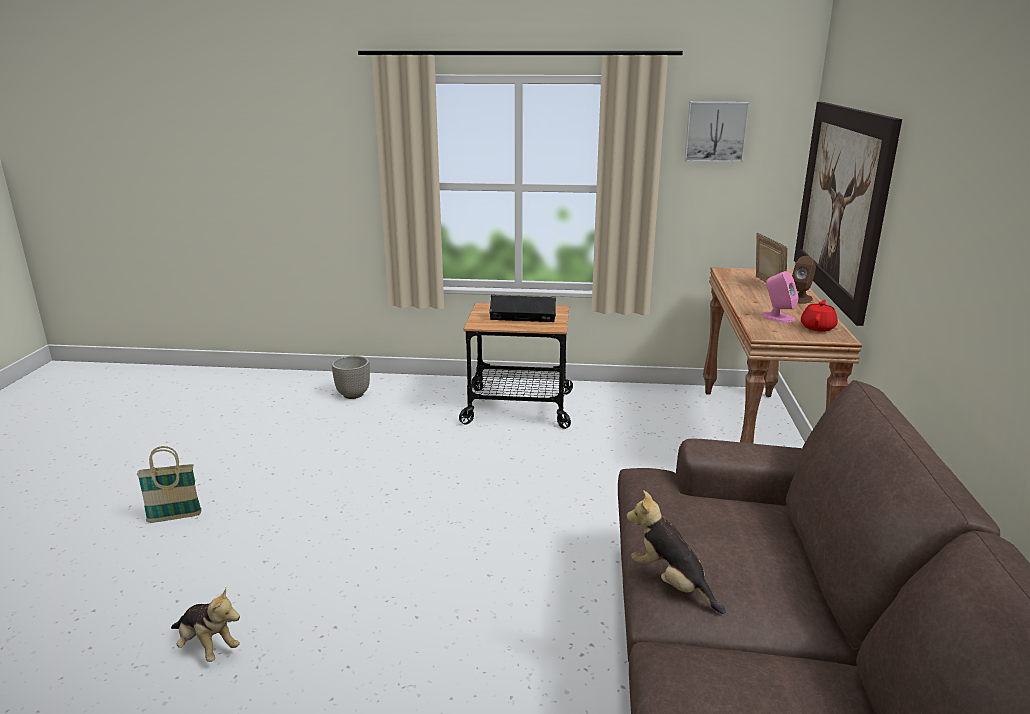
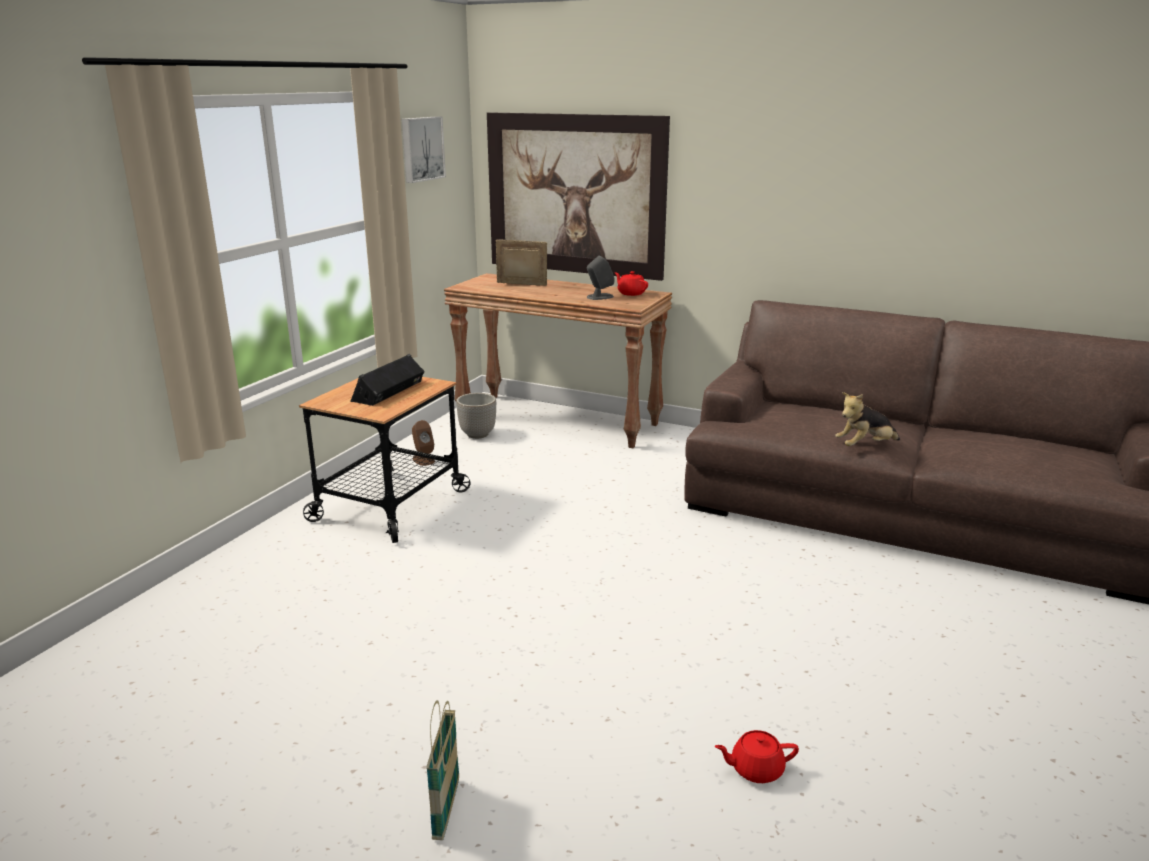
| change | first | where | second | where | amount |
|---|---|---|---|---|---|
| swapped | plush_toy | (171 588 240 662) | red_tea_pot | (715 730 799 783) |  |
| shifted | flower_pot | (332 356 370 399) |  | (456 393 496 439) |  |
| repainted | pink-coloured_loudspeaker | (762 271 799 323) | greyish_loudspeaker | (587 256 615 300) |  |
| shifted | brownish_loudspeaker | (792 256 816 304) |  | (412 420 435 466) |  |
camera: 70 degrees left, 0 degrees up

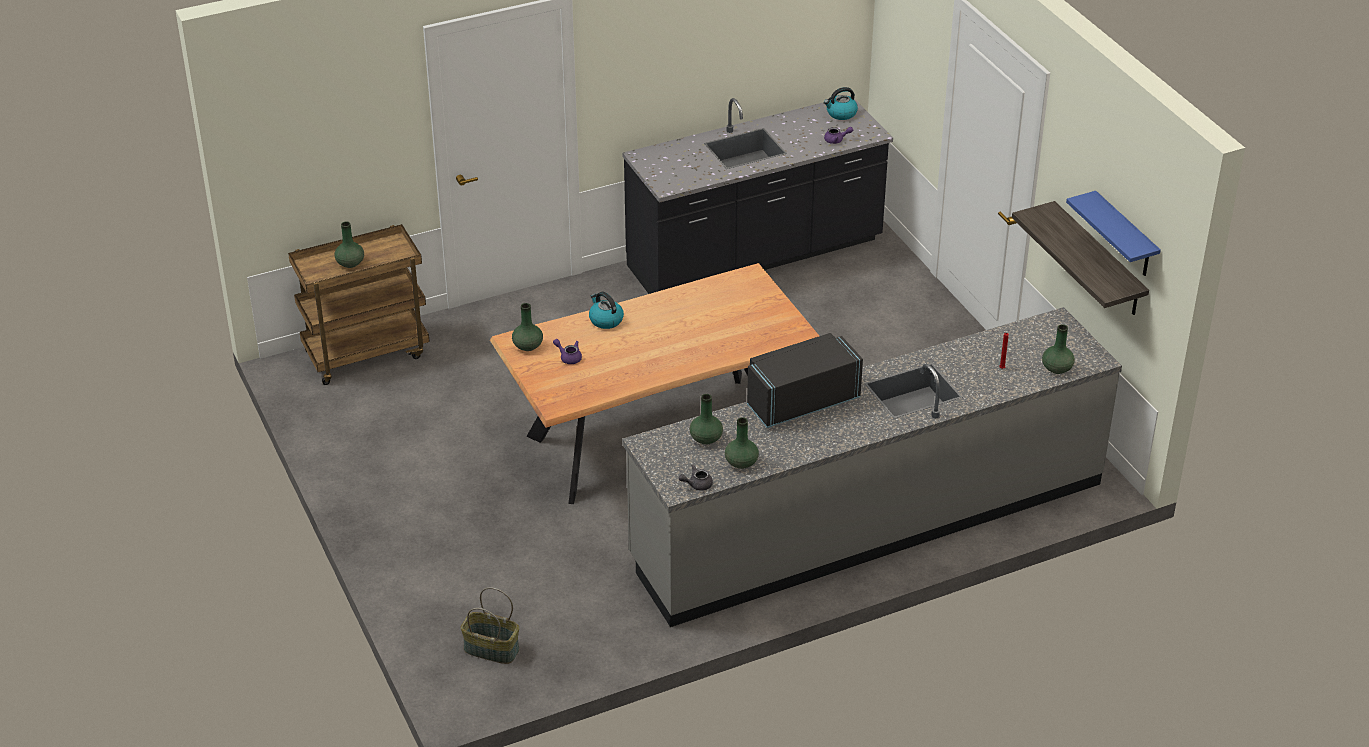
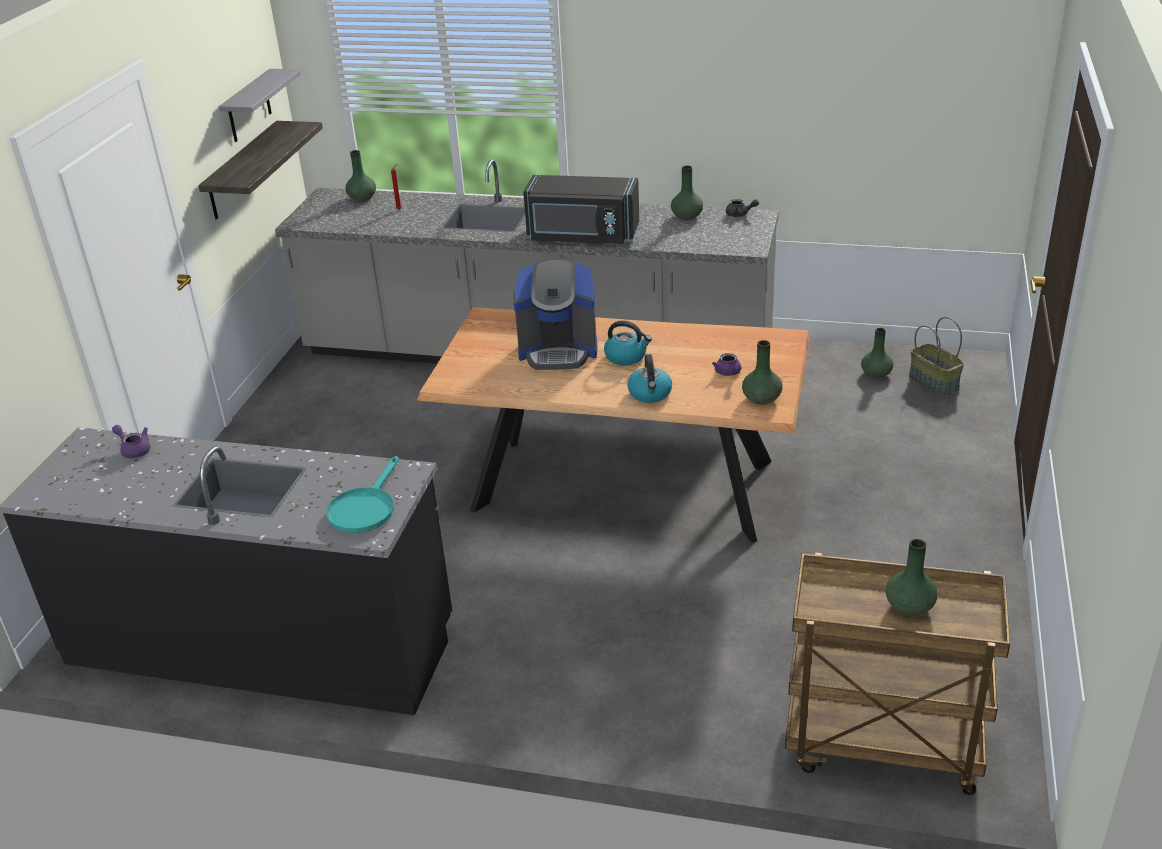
| change | first | where | second | where | amount |
|---|---|---|---|---|---|
| shifted | green-coloured_decorative_vase | (689 394 723 445) |  | (861 328 893 379) |  |
| shifted | kettle | (824 87 858 120) |  | (604 321 652 365) |  |
| repainted | bluish_bracket_shelf | (1066 191 1161 276) | greyish_bracket_shelf | (219 69 301 142) |  |
| new |  |  | turquoise_frying_pan | (326 456 399 533) |  |
| new |  |  | coffee_brewer | (513 258 597 370) |  |
camera: 140 degrees left, 5 degrees down

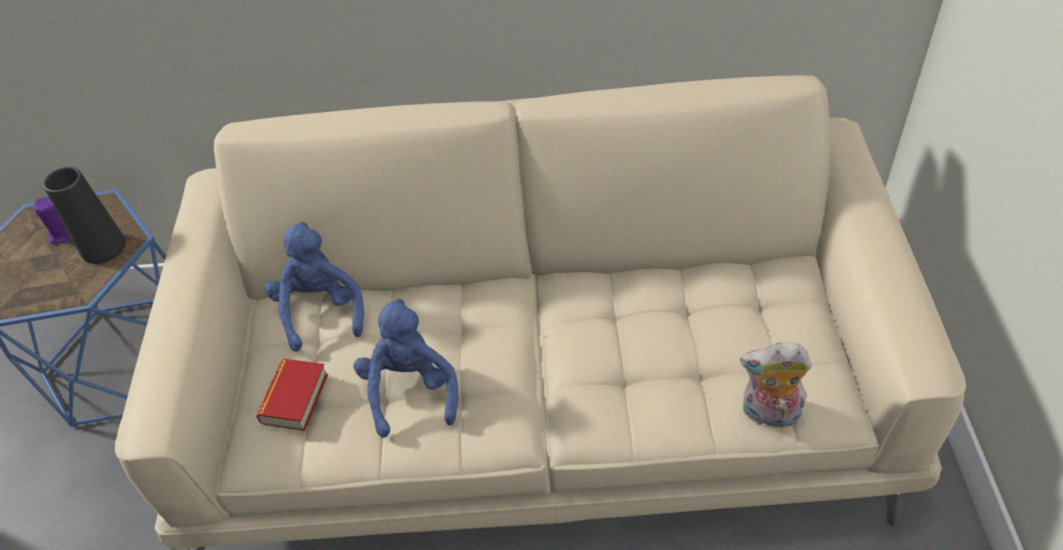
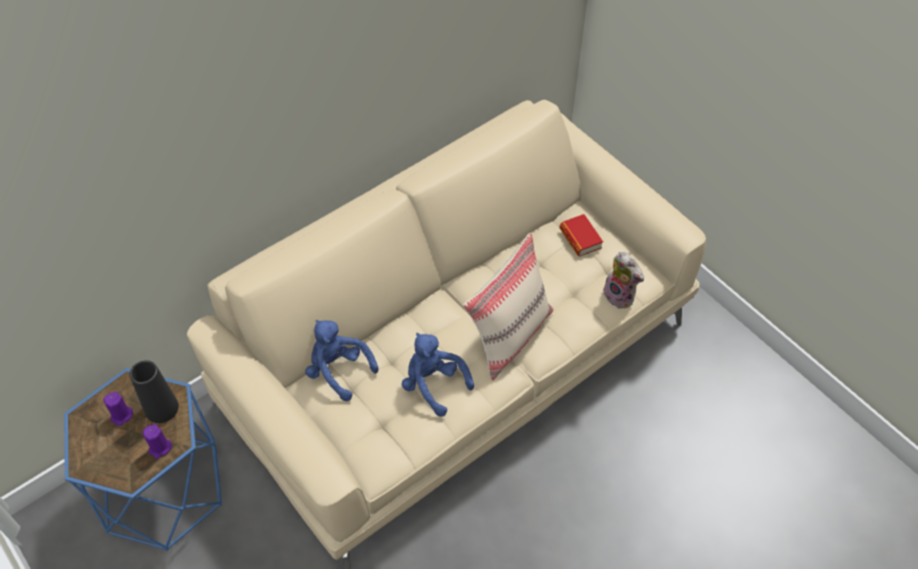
| change | first | where | second | where | amount |
|---|---|---|---|---|---|
| shifted | bound_book | (256 359 328 431) |  | (560 214 603 256) |  |
| rotated | plush_toy | (740 342 812 433) |  | (603 252 644 309) | 105 degrees counterclockwise |
| new |  |  | purple-coloured_candle | (143 424 172 459) |  |
| new |  |  | sand-coloured_throw_pillow | (463 233 553 380) |  |
camera: 40 degrees left, 5 degrees up

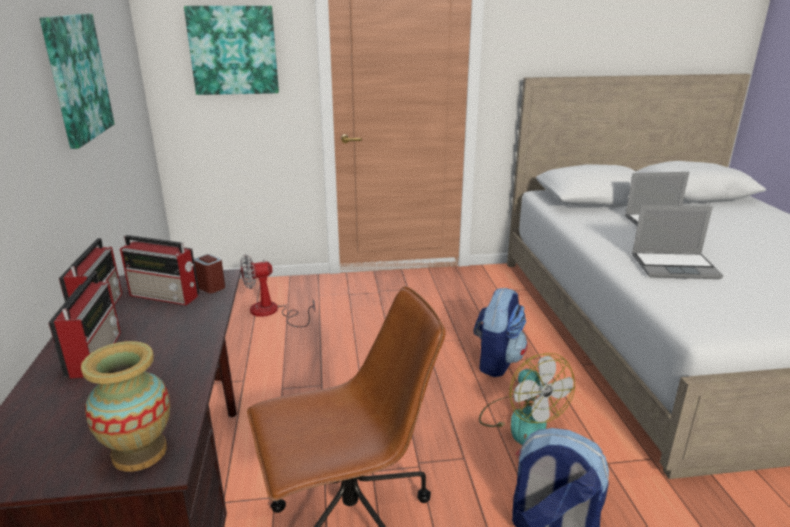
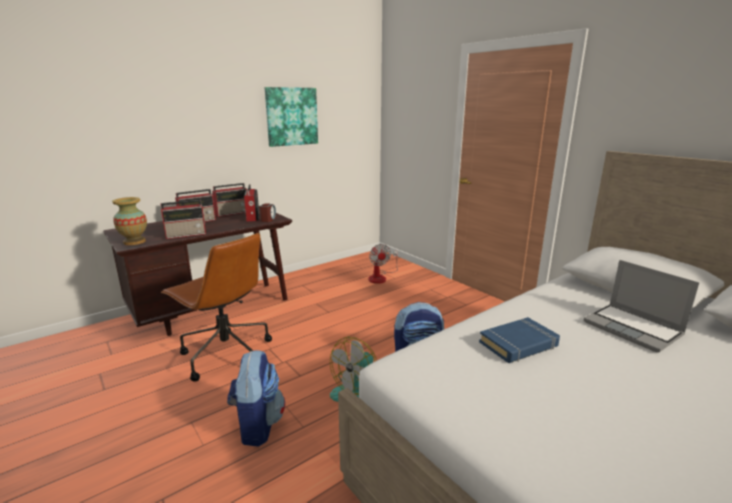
| change | first | where | second | where | amount |
|---|---|---|---|---|---|
| gone | wall_art | (184 6 279 95) |  |  |  |
| rotated | fan | (241 254 315 327) |  | (368 244 398 284) | 150 degrees counterclockwise |
| swapped | laptop | (632 205 723 279) | bluish_bound_book | (479 317 560 363) |  |
| new |  |  | radio_receiver | (160 200 206 239) |  |
camera: 60 degrees right, 5 degrees down

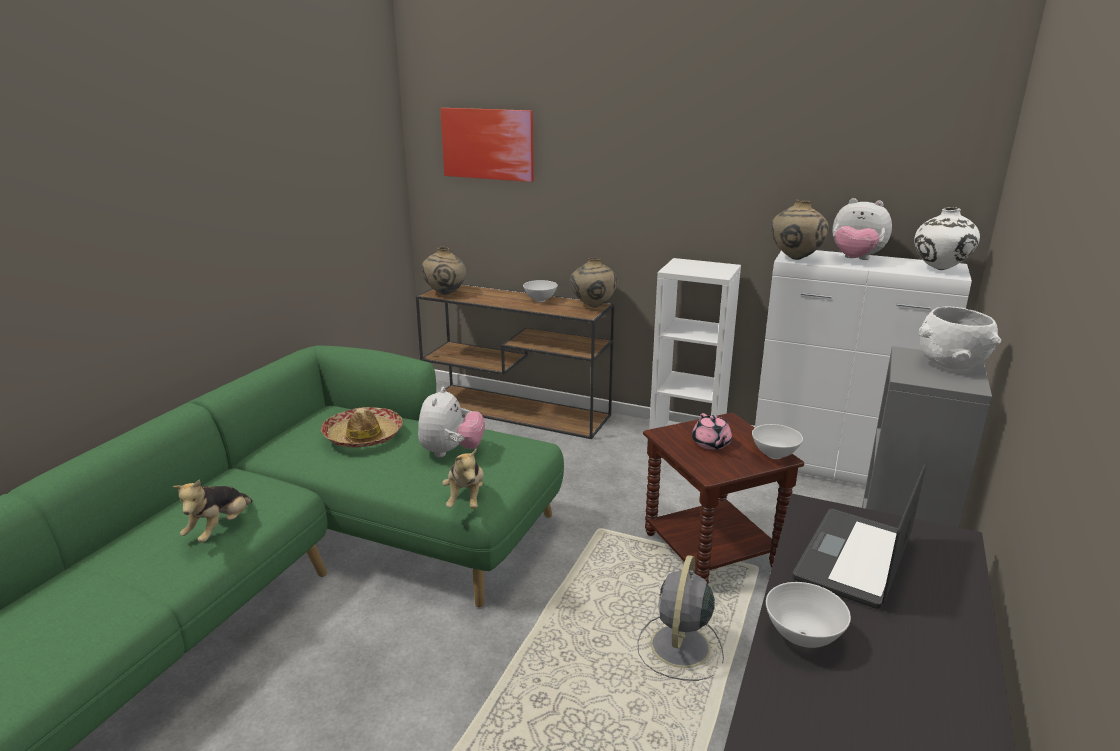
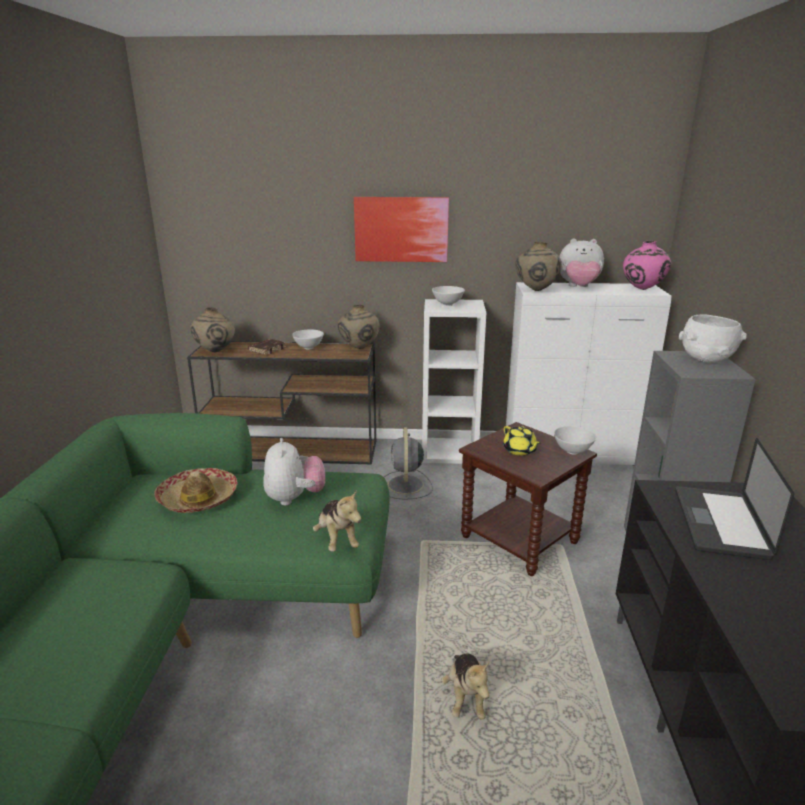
| change | first | where | second | where | amount |
|---|---|---|---|---|---|
| shifted | plush_toy | (173 480 253 543) |  | (442 653 489 720) |  |
| shifted | wall_art | (440 108 534 182) |  | (354 197 449 262) |  |
| shifted | greyish_fan | (637 555 724 681) |  | (384 427 433 500) |  |
| repainted | pink-coloured_tea_pot | (692 413 732 450) | yellow-coloured_tea_pot | (503 426 541 456) |  |
| shifted | white-coloured_serving_bowl | (766 582 851 648) |  | (432 286 465 306) |  |
| repainted | white-coloured_decorative_vase | (914 207 980 270) | pink-coloured_decorative_vase | (623 241 671 290) |  |
| new |  |  | brownish_bound_book | (248 339 287 355) |  |
camera: 20 degrees left, 0 degrees up

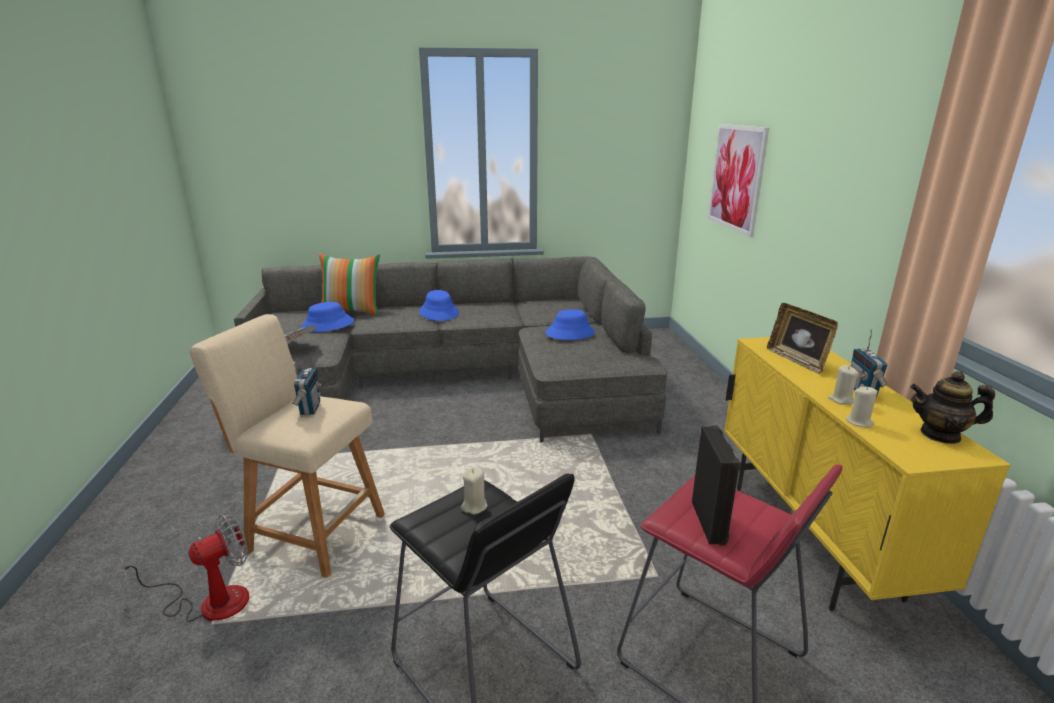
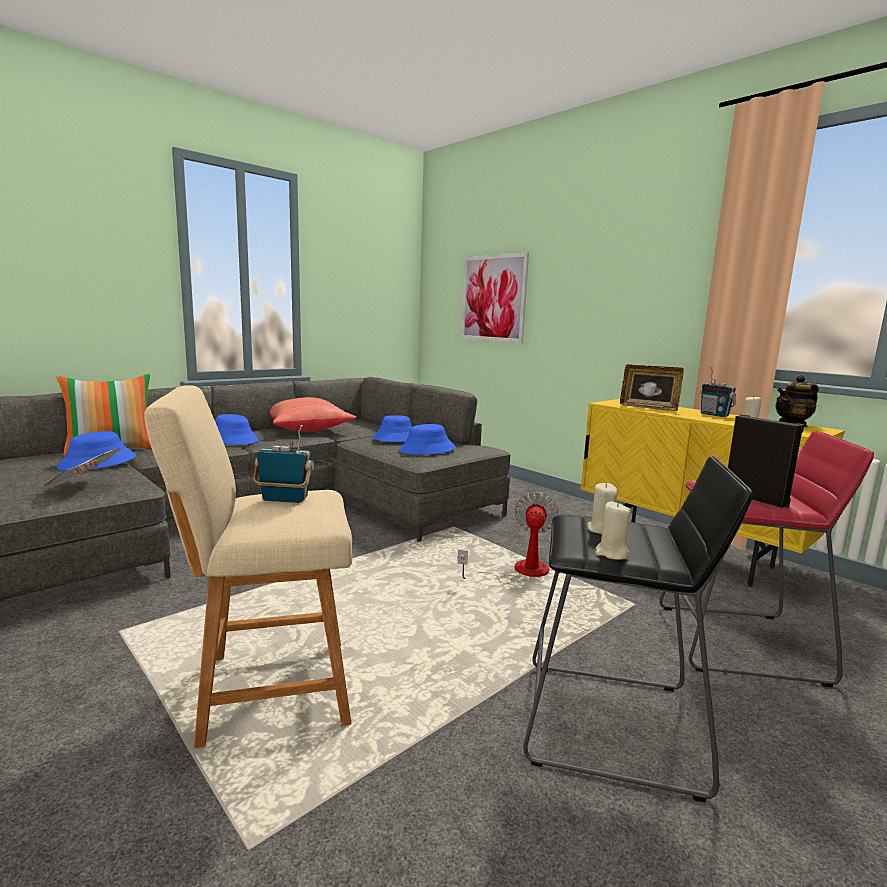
| change | first | where | second | where | amount |
|---|---|---|---|---|---|
| shifted | fan | (120 513 249 622) |  | (458 492 559 584) |  |
| rotated | radio_receiver | (292 362 321 415) |  | (253 425 314 503) | 45 degrees counterclockwise |
| shifted | sand-coloured_candle | (828 365 859 405) |  | (595 501 631 560) |  |
| new |  |  | red_throw_pillow | (270 397 357 432) |  |
| new |  |  | bluish_clothing_hat | (399 424 456 455) |  |
camera: 35 degrees left, 10 degrees down

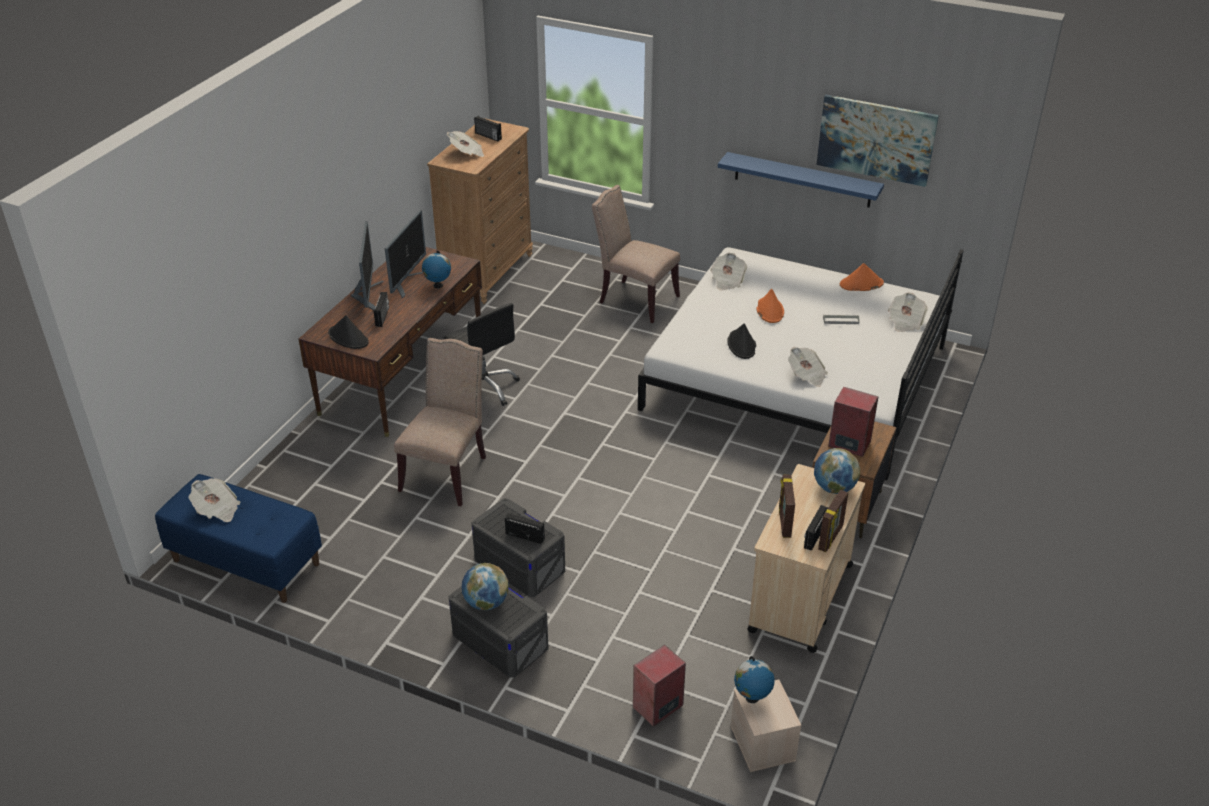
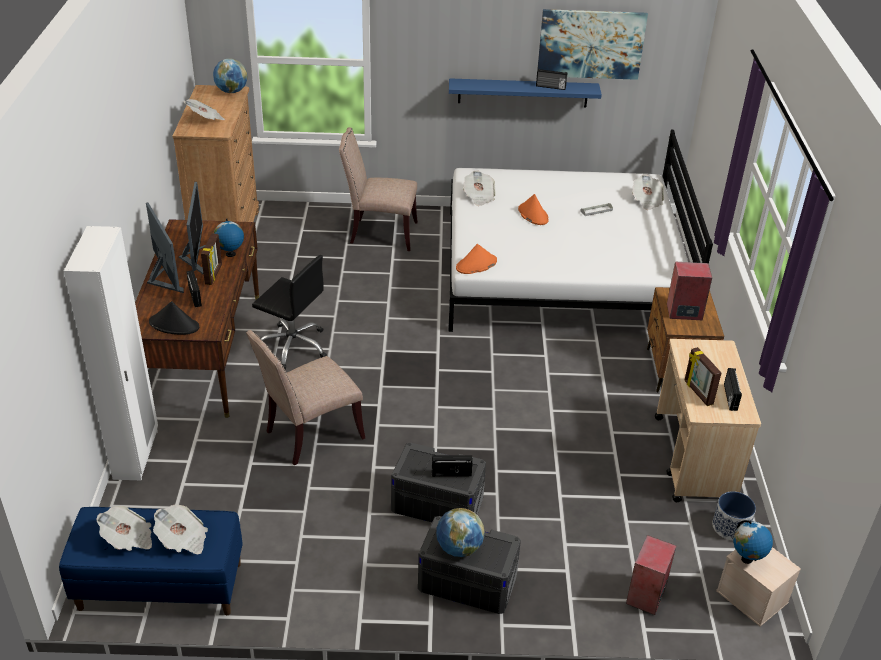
| change | first | where | second | where | amount |
|---|---|---|---|---|---|
| rotated | sand-coloured_upright_chair | (394 338 486 506) |  | (246 330 365 465) | 120 degrees counterclockwise |
| shifted | radio_receiver | (474 116 502 141) |  | (536 69 567 90) |  |
| gone | black-coloured_clothing_hat | (727 323 756 359) |  |  |  |
| shifted | printed_paper | (788 347 828 387) |  | (153 505 208 554) |  |
| shifted | desk_globe | (814 448 860 494) |  | (213 58 248 93) |  |
| shifted | standing_frame | (818 490 848 552) |  | (201 233 222 285) |  |
| shifted | orange_clothing_hat | (840 263 884 291) |  | (456 244 497 274) |  |
| new |  |  | white-coloured_armoire | (64 226 158 481) |  |
| new |  |  | flower_pot | (712 491 756 540) |  |
camera: 25 degrees left, 0 degrees up

